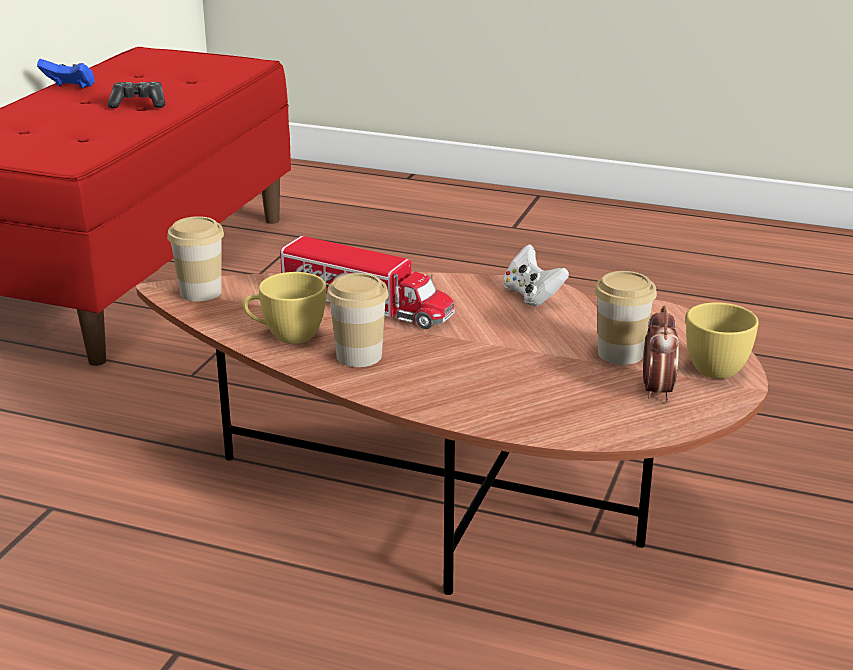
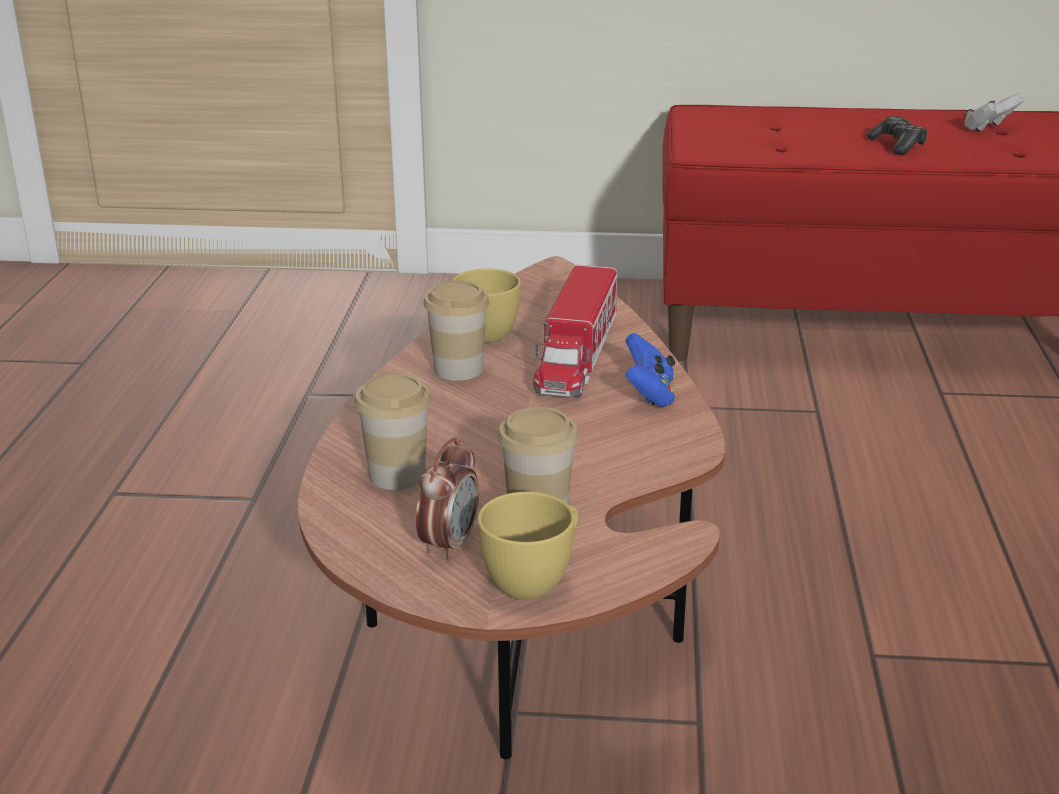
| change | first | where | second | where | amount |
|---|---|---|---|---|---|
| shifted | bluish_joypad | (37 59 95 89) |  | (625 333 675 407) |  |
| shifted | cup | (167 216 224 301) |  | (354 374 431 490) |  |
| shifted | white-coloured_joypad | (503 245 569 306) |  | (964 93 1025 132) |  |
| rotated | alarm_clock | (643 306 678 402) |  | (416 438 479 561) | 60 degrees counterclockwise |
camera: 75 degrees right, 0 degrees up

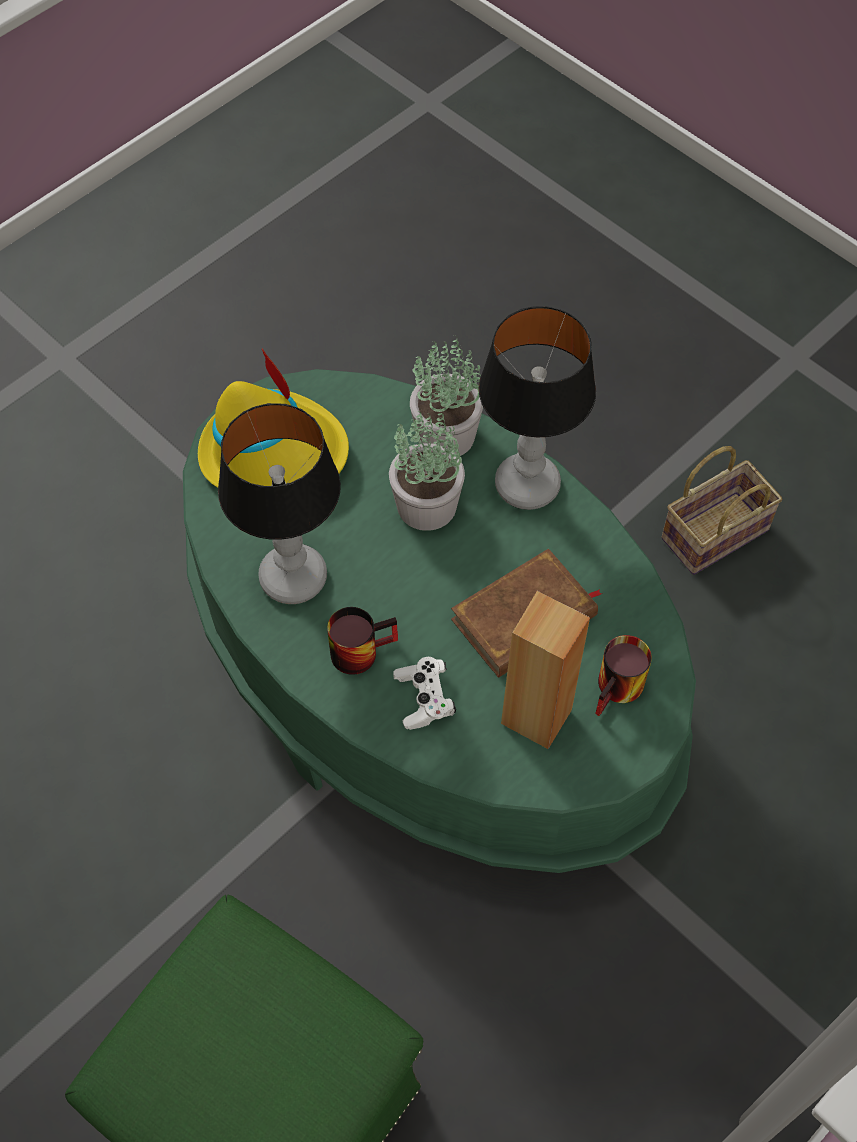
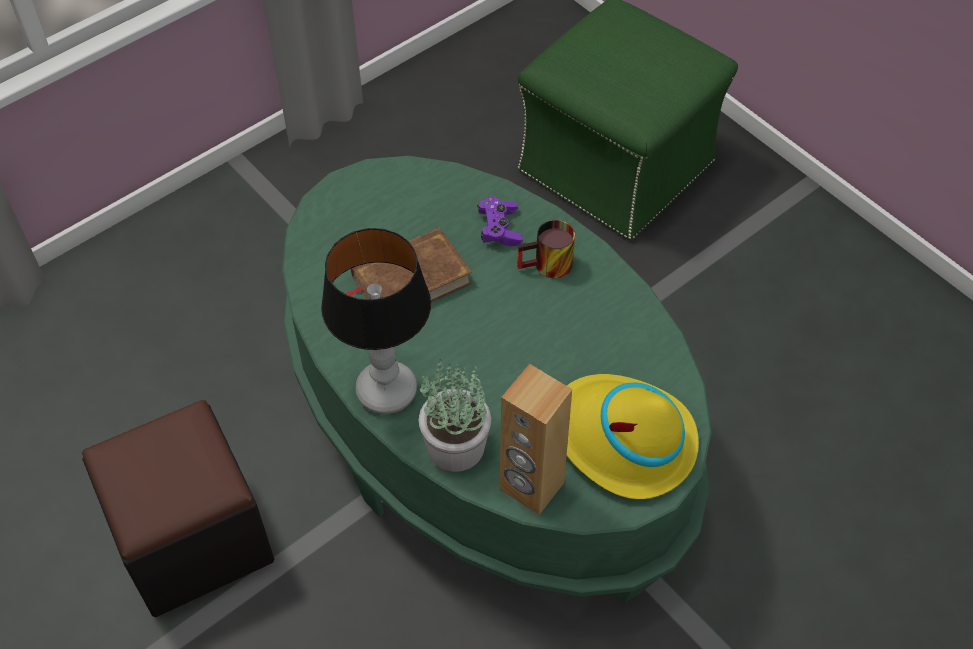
| change | first | where | second | where | amount |
|---|---|---|---|---|---|
| gone | tabletop_lamp | (218 403 341 604) |  |  |  |
| gone | plant_in_a_pot | (389 408 465 531) |  |  |  |
| repainted | white-coloured_joypad | (393 657 456 730) | purple-coloured_joypad | (477 196 523 246) |  |
| shifted | brownish_loudspeaker | (501 591 590 749) |  | (500 364 572 515) |  |
| gone | mug | (595 635 652 716) |  |  |  |
| swapped | basket | (661 446 782 575) | black-coloured_pouffe | (82 400 274 617) |  |
camera: 175 degrees left, 5 degrees down

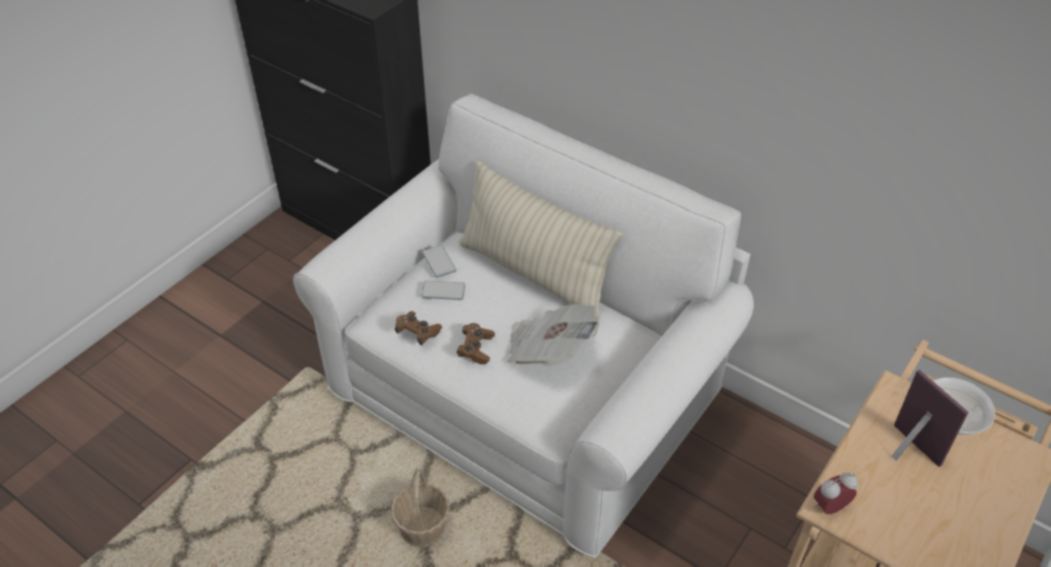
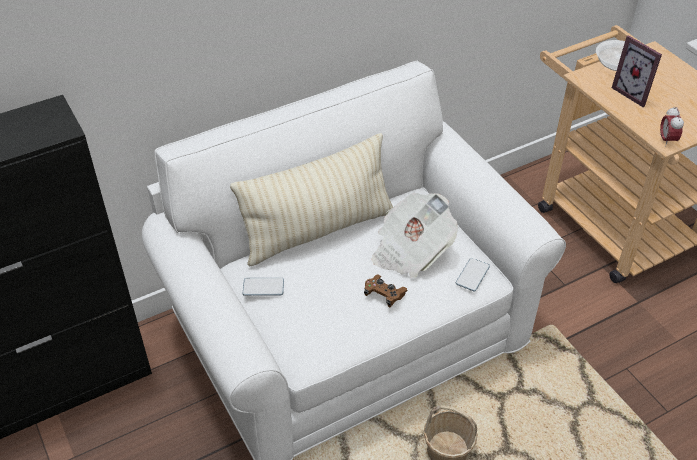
| change | first | where | second | where | amount |
|---|---|---|---|---|---|
| gone | brownish_joypad | (395 311 442 345) |  |  |  |
| shifted | phone | (421 281 465 300) |  | (455 258 490 291) |  |
| rotated | standing_frame | (892 370 969 467) |  | (612 35 662 107) | 120 degrees counterclockwise |
camera: 65 degrees left, 0 degrees up

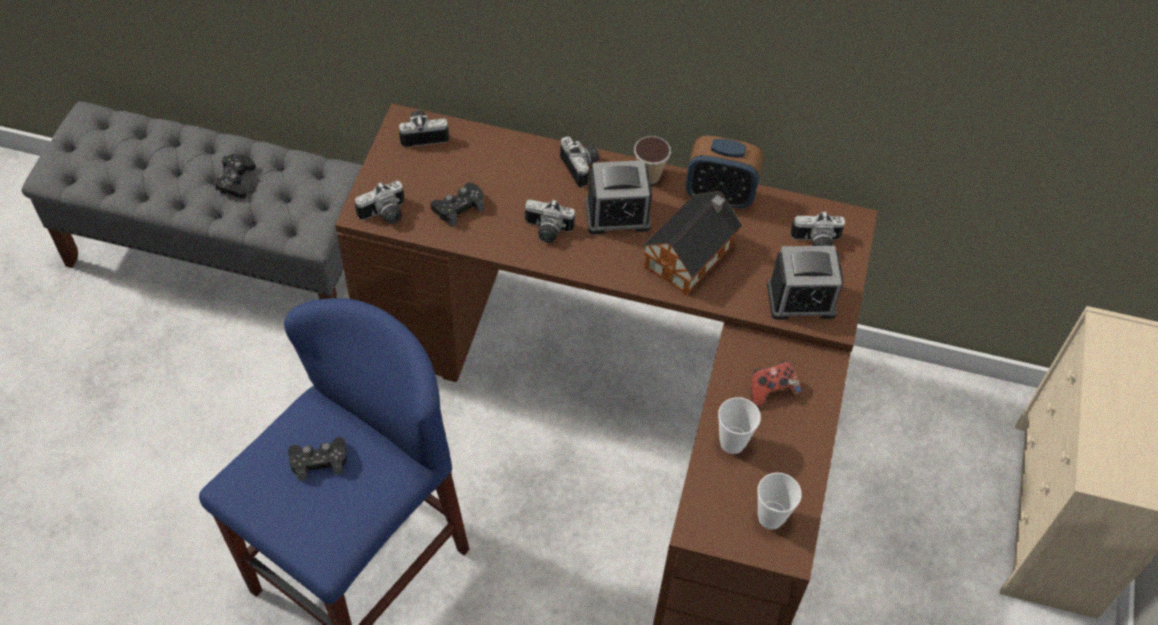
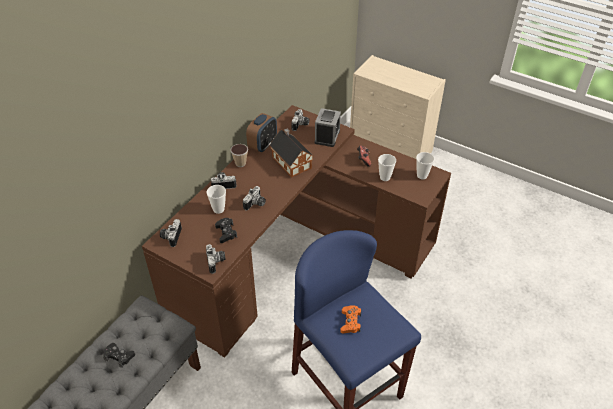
| change | first | where | second | where | amount |
|---|---|---|---|---|---|
| repainted | black-coloured_joypad | (288 437 347 481) | orange_joypad | (340 306 361 333) |  |
| gone | alarm_clock | (585 160 652 234) |  |  |  |
| new |  |  | cup | (206 185 226 214) |  |
camera: 70 degrees left, 10 degrees down

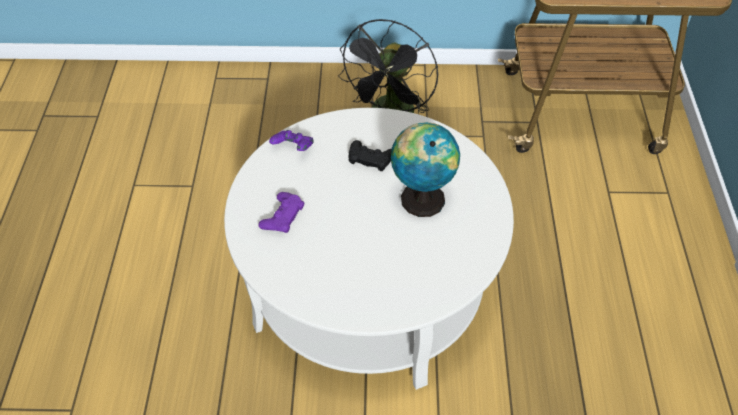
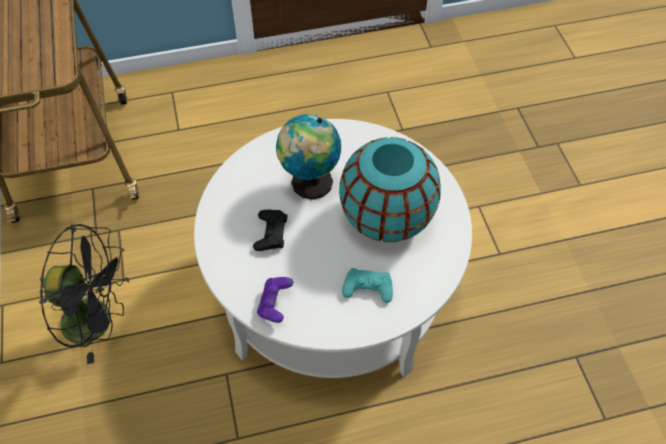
| change | first | where | second | where | amount |
|---|---|---|---|---|---|
| repainted | purple-coloured_joypad | (258 192 305 233) | turquoise_joypad | (342 268 393 303) |  |
| new |  |  | turquoise_decorative_vase | (339 137 441 242) |  |
camera: 105 degrees left, 5 degrees up

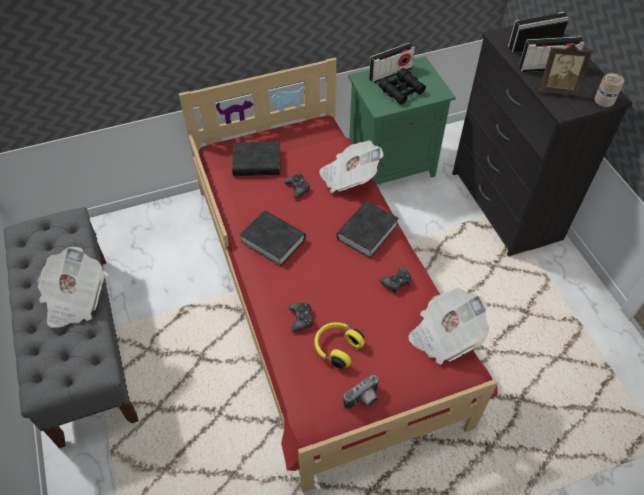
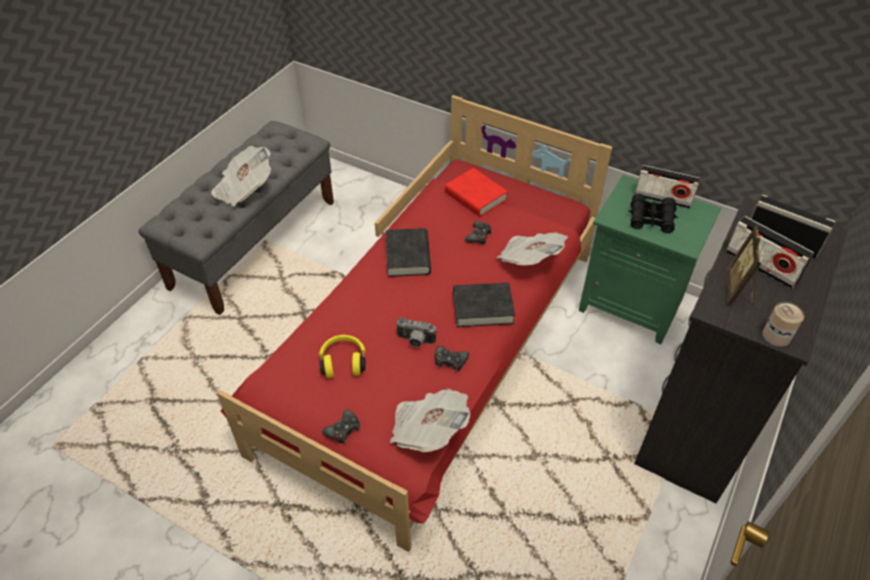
| change | first | where | second | where | amount |
|---|---|---|---|---|---|
| repainted | black-coloured_bound_book | (232 141 280 176) | red_bound_book | (445 168 508 217) |  |
| shifted | black-coloured_joypad | (289 303 314 332) |  | (322 409 360 444) |  |
| shifted | photo_camera | (343 375 380 409) |  | (396 317 436 347) |  |
| rotated | standing_frame | (539 44 593 95) |  | (727 226 761 306) | 45 degrees clockwise |
camera: 50 degrees right, 5 degrees down

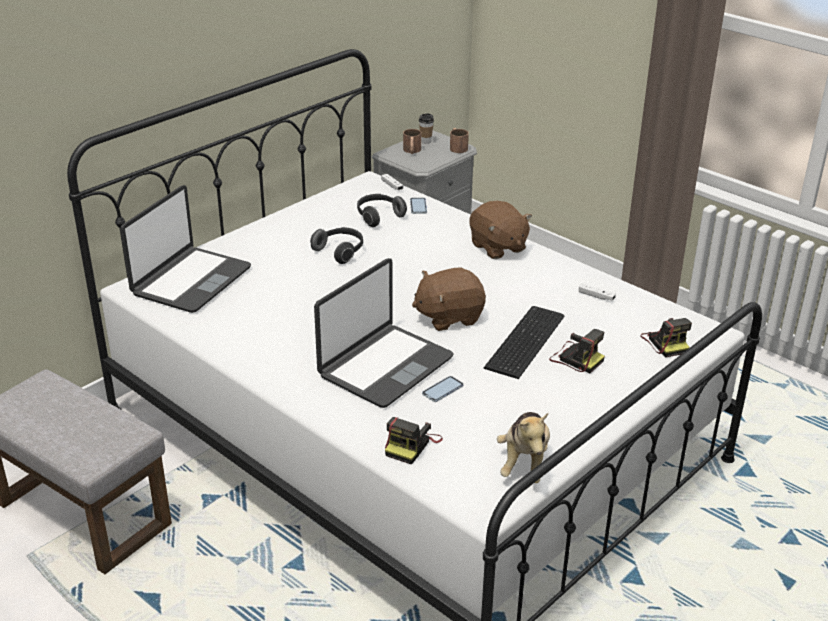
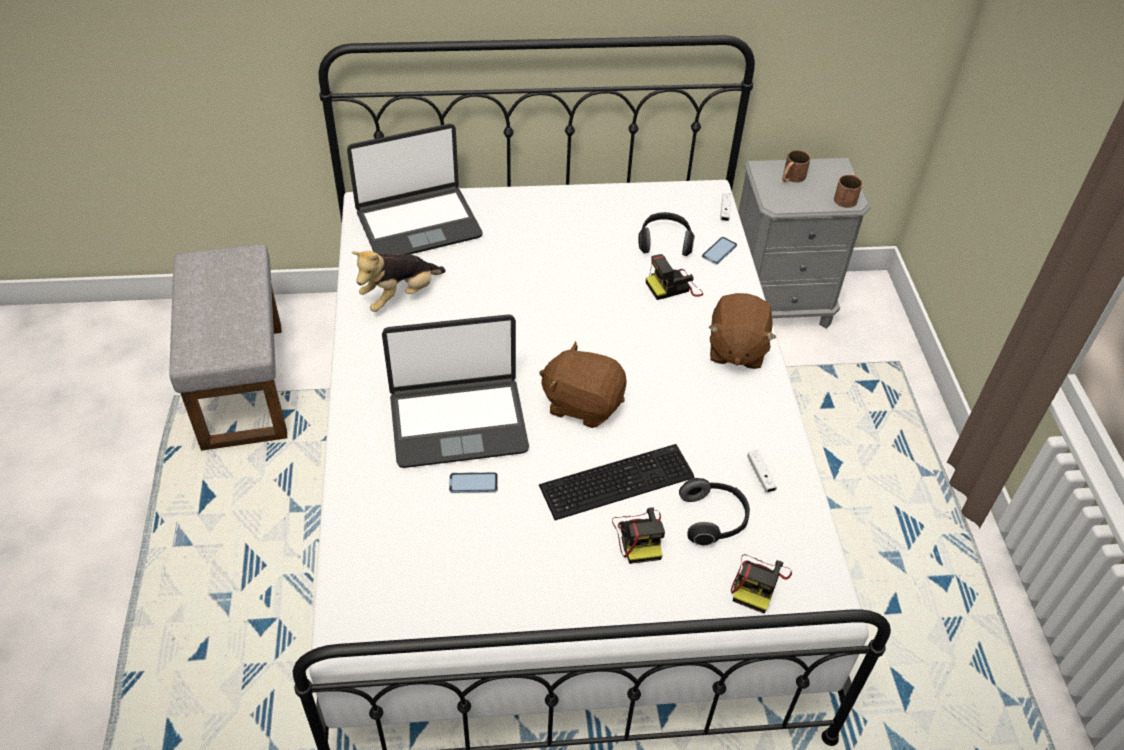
| change | first | where | second | where | amount |
|---|---|---|---|---|---|
| shifted | headphones | (310 227 363 264) |  | (679 478 750 546) |  |
| shifted | photo_camera | (385 417 443 465) |  | (646 254 703 300) |  |
| gone | cup | (419 114 434 144) |  |  |  |
| shifted | plush_toy | (497 412 550 483) |  | (352 251 446 312) |  |
camera: 40 degrees right, 15 degrees up

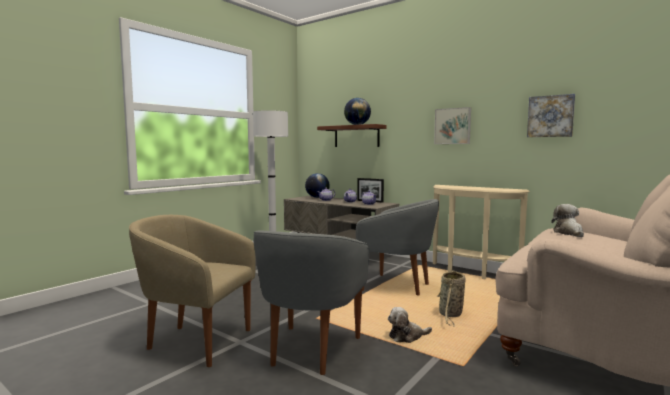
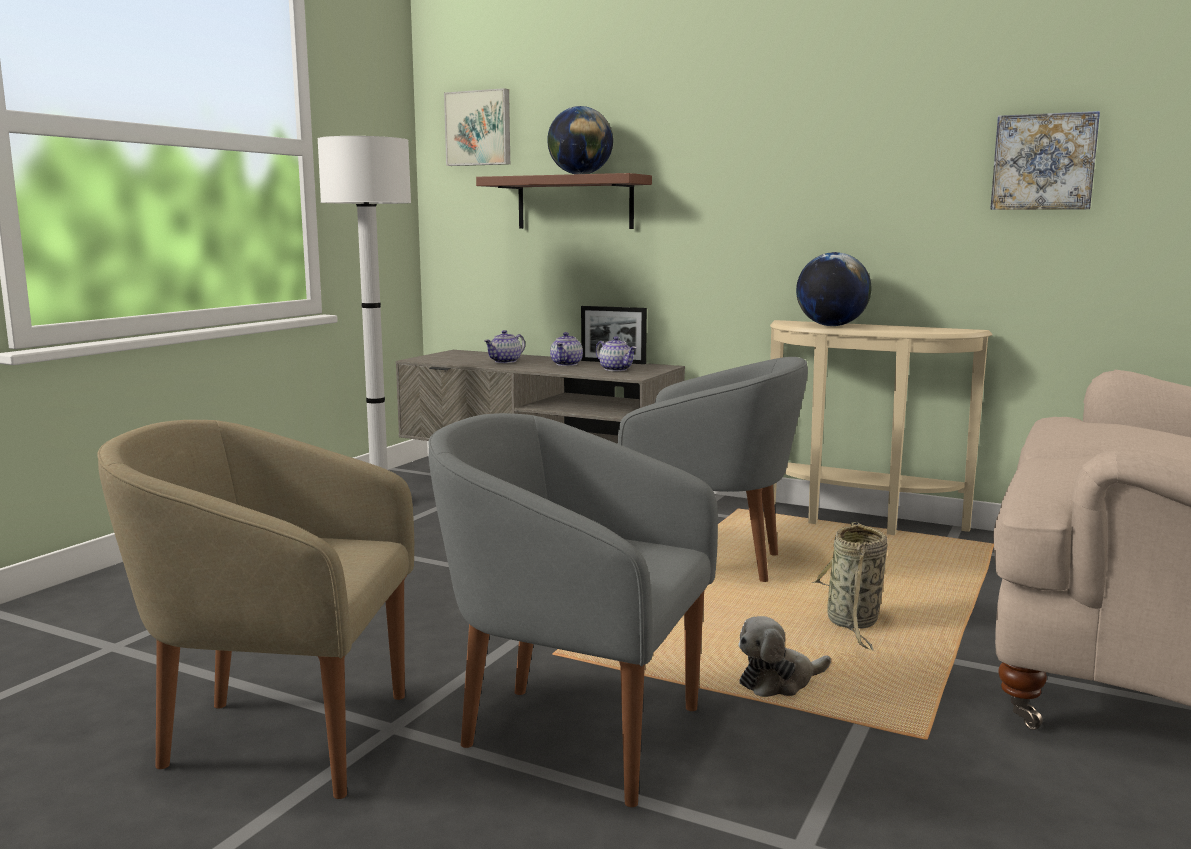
| change | first | where | second | where | amount |
|---|---|---|---|---|---|
| rotated | greyish_armchair | (254 231 370 375) |  | (429 413 718 807) | 105 degrees clockwise |
| shifted | desk_globe | (305 173 330 198) |  | (796 252 871 326) |  |
| shifted | wall_art | (434 107 471 144) |  | (444 88 510 166) |  |
| gone | plush_toy | (551 204 584 237) |  |  |  |
camera: 10 degrees left, 5 degrees up

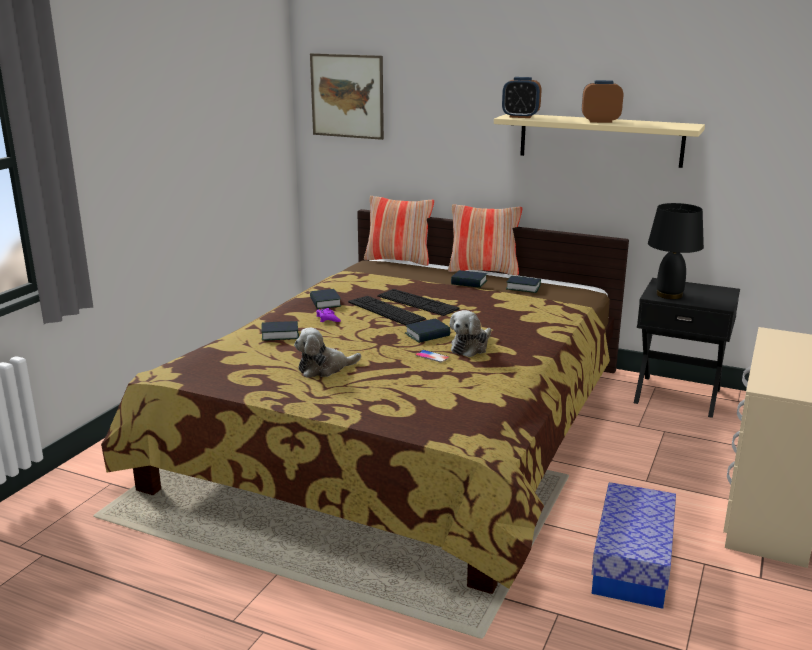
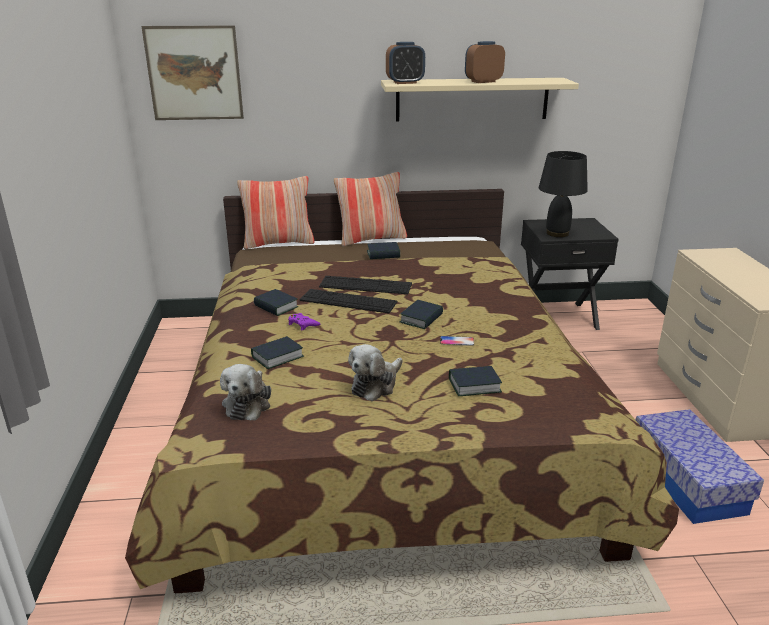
| change | first | where | second | where | amount |
|---|---|---|---|---|---|
| shifted | plush_toy | (450 310 491 357) |  | (220 364 271 420) |  |
| shifted | bound_book | (506 276 541 293) |  | (449 366 502 396) |  |
camera: 30 degrees left, 5 degrees up

